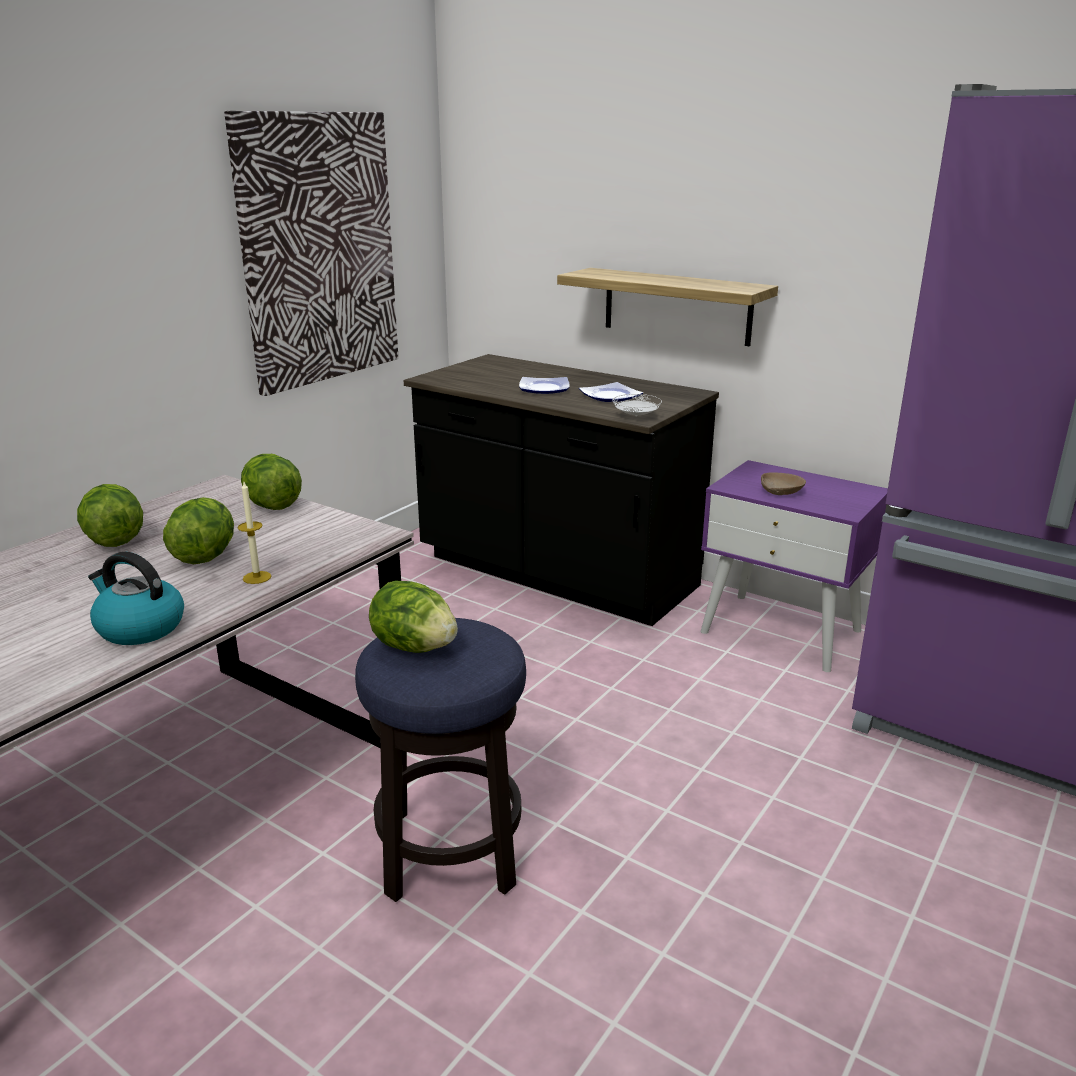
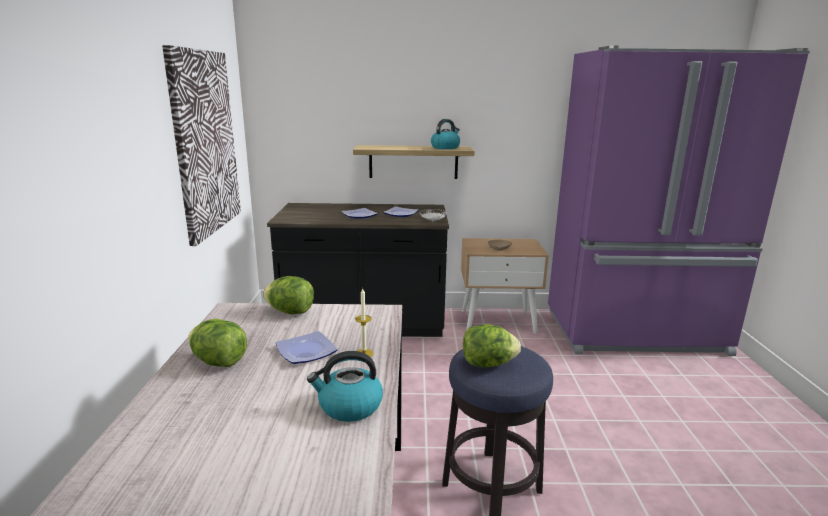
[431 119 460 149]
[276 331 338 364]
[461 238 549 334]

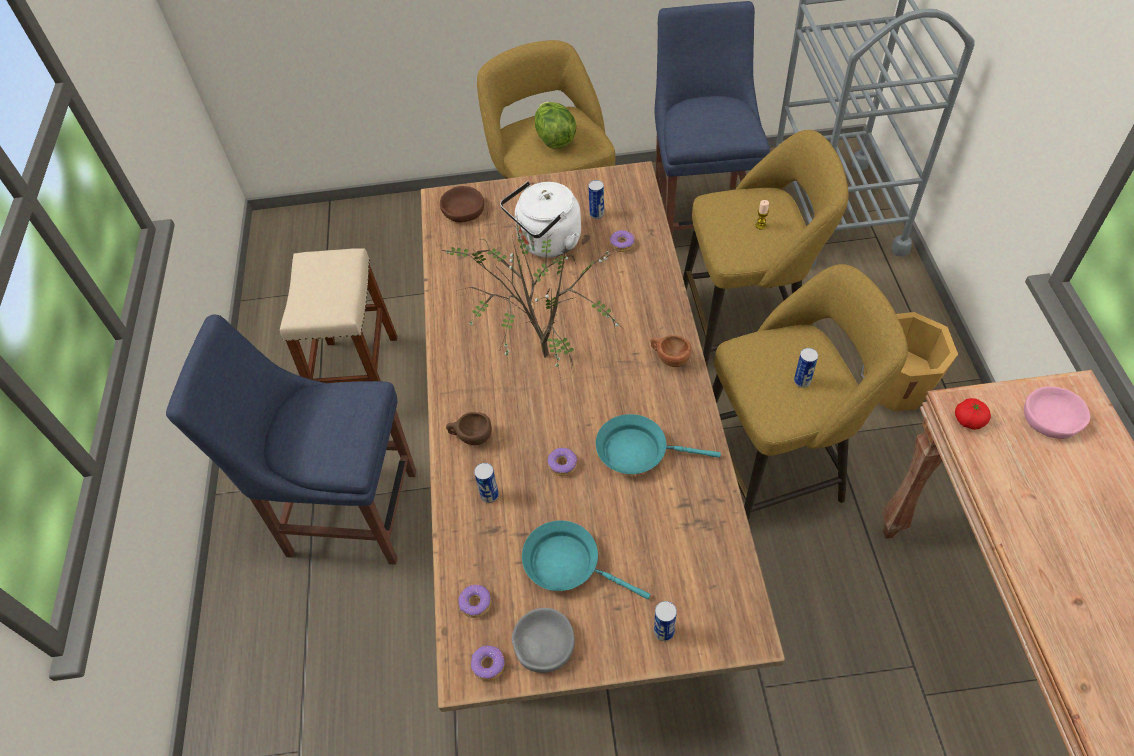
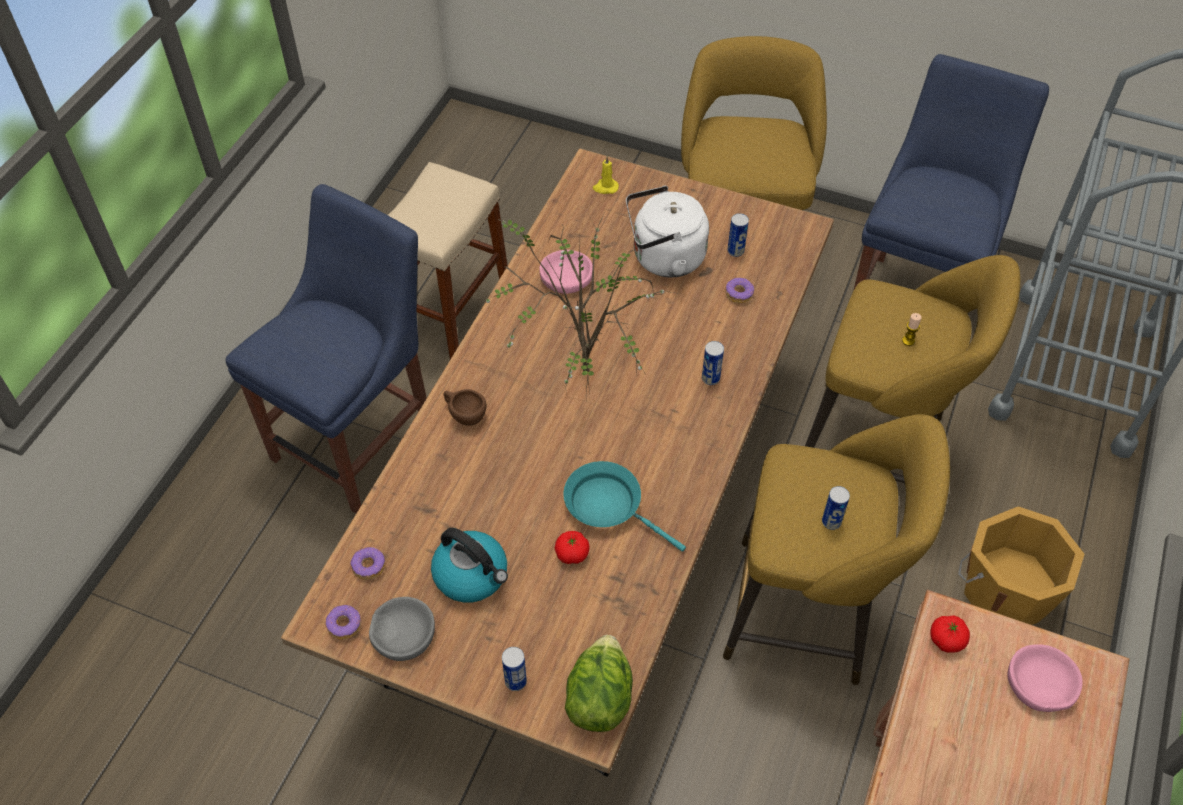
[548 448 577 476] (first image)
[651 335 691 367] (first image)
[539 250 593 294]
[555 531 590 564]
[702 341 724 385]
[565 635 633 732]
[593 156 619 194]
[431 528 508 602]
[225 184 427 513]

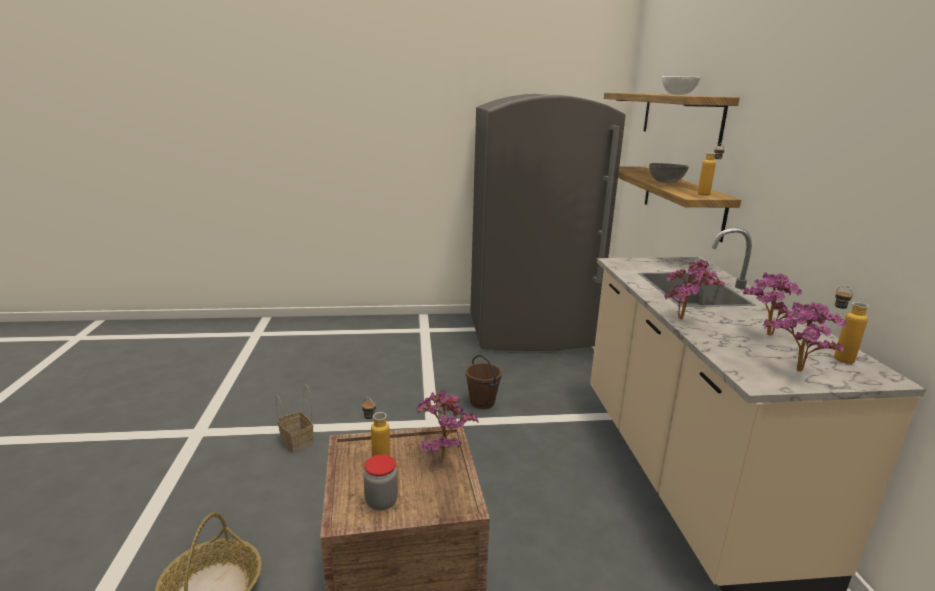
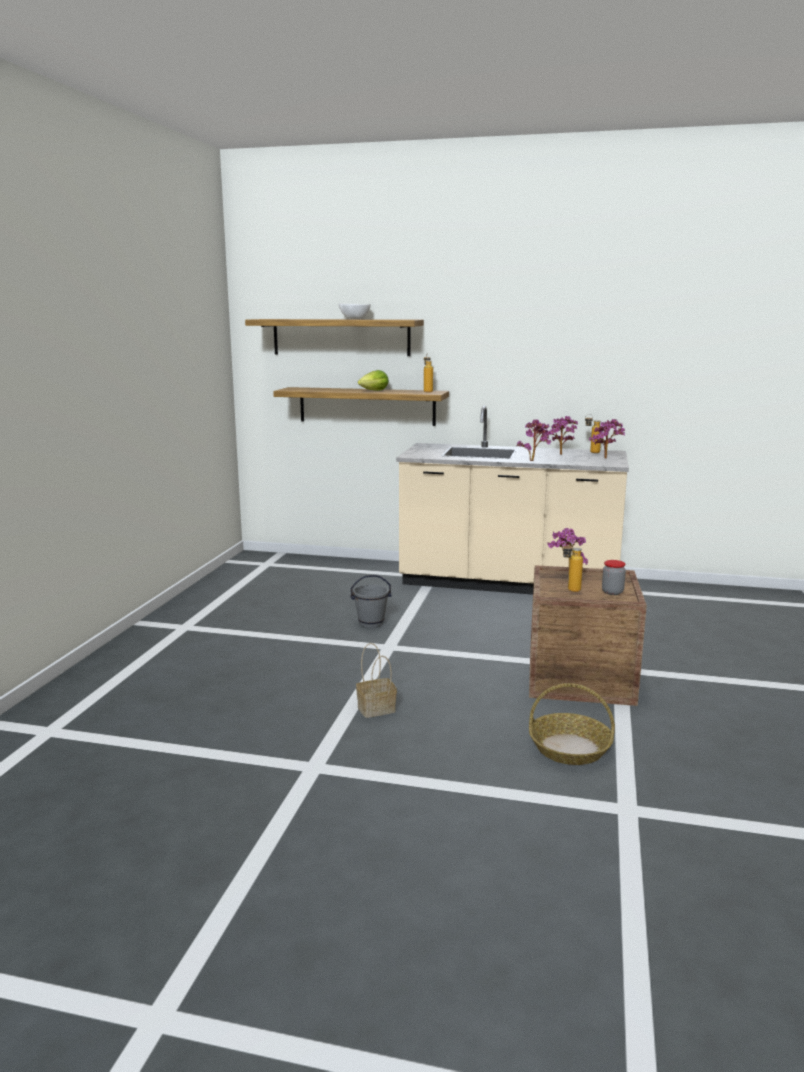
[470 94 626 351] (first image)
[358 370 389 391]
[350 575 391 628]

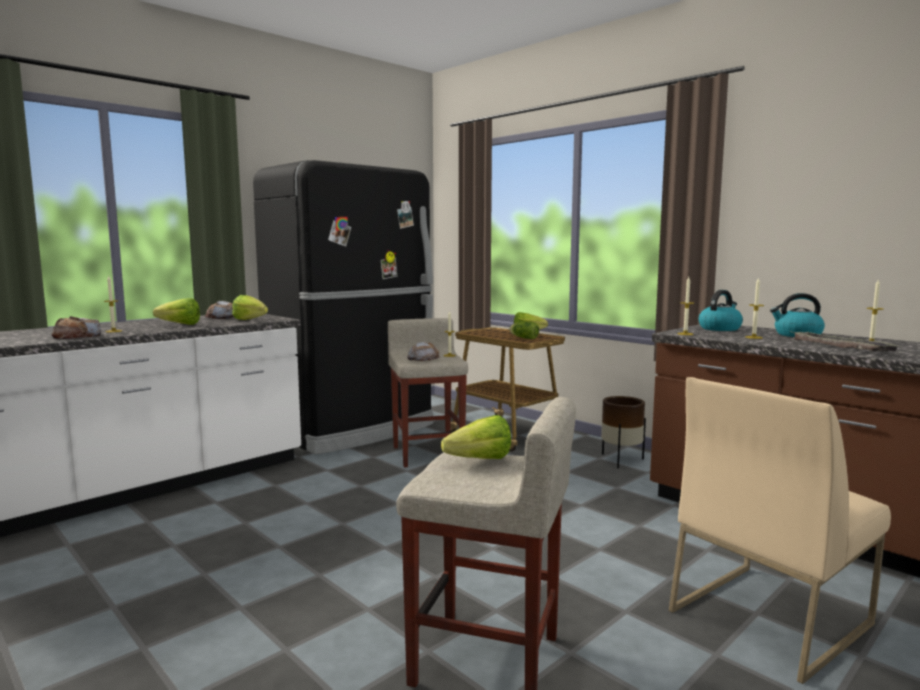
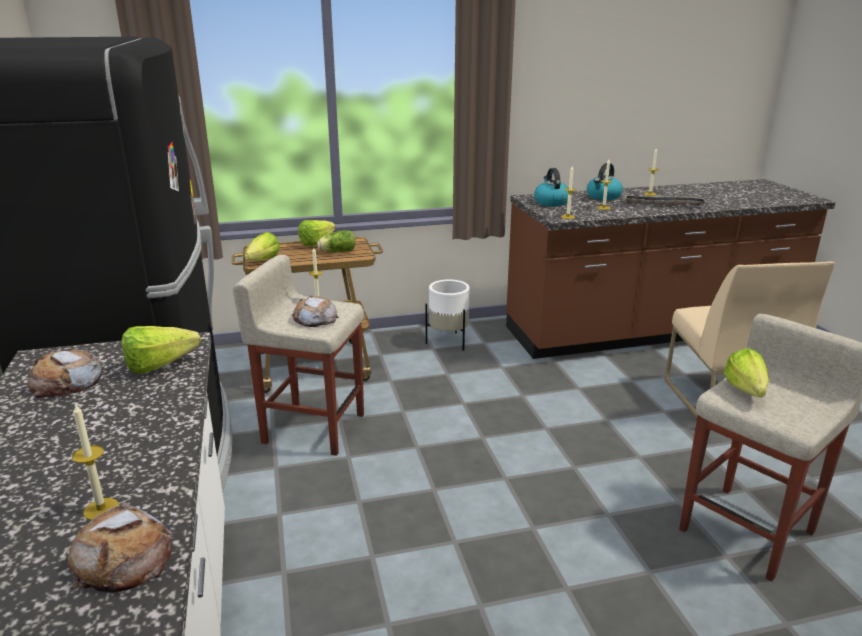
[245 232 280 261]
[426 279 470 351]

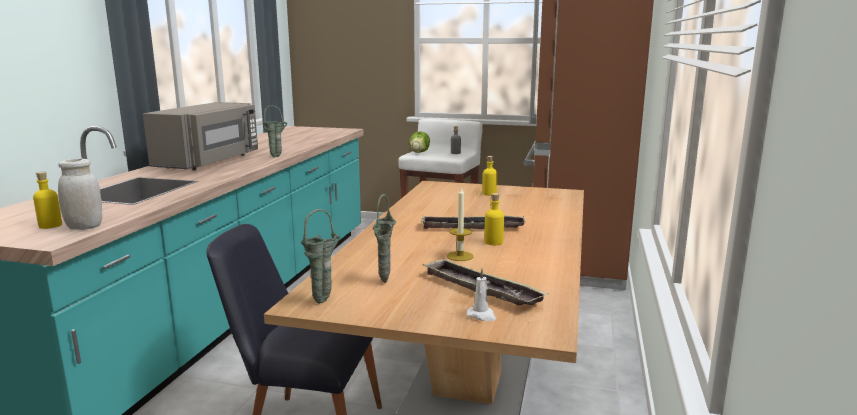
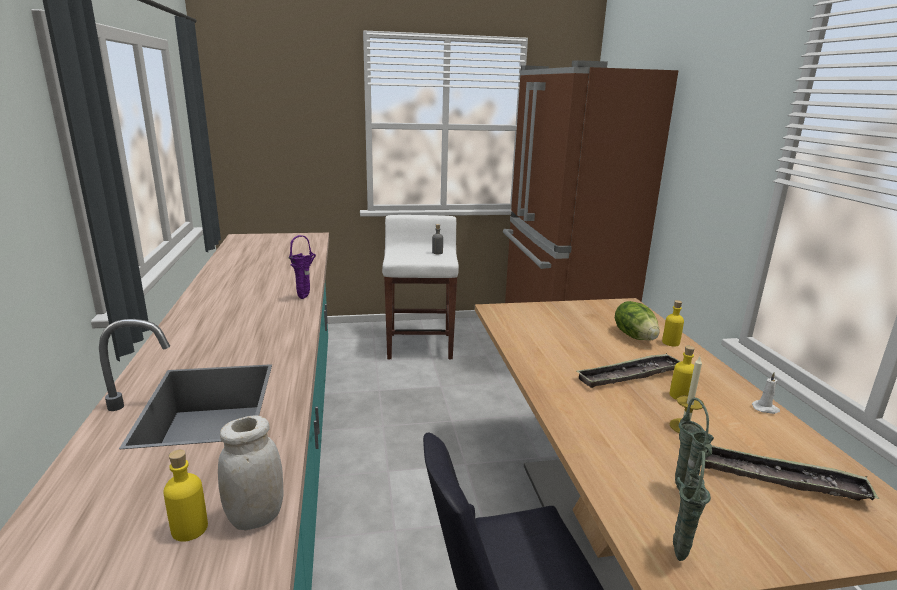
[143 102 258 170] (first image)
[615 301 659 340]
[752 372 780 414]
[662 300 684 346]
[289 235 316 299]

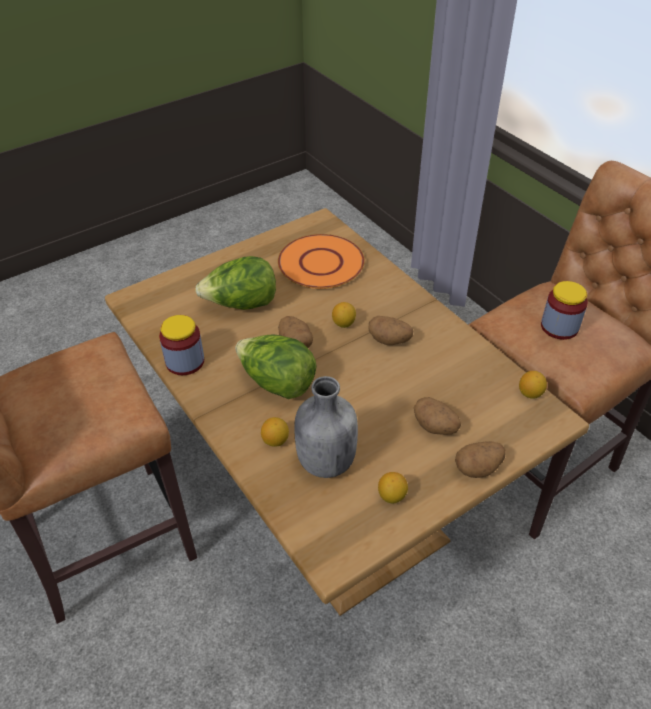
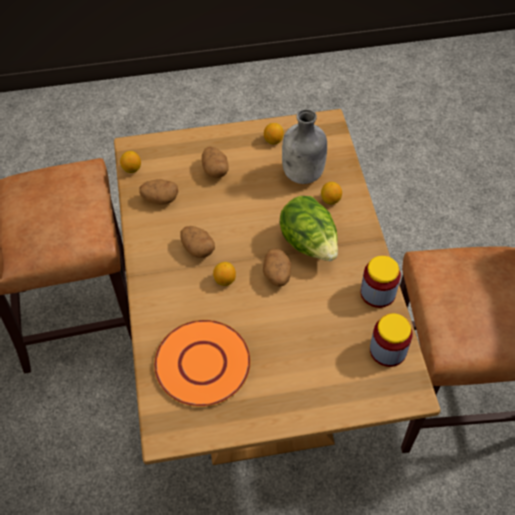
[195 256 276 310] (first image)
[139 179 178 205]
[370 313 413 367]

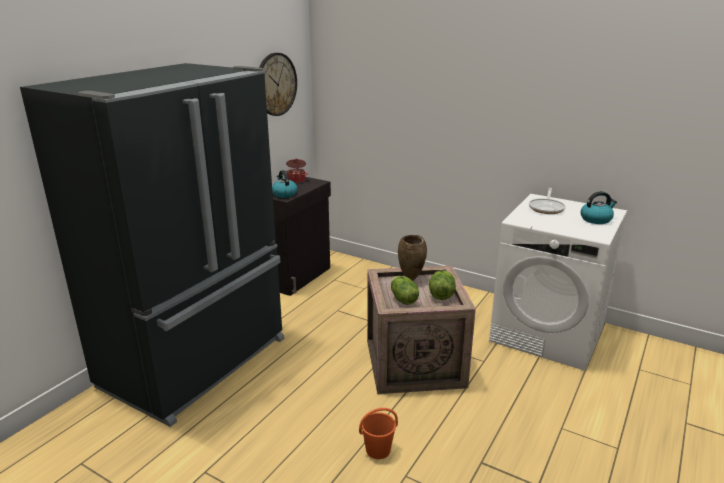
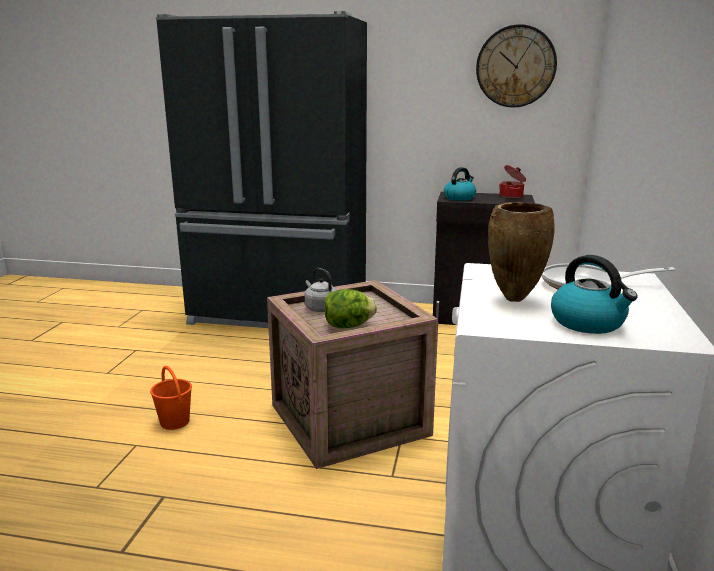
[488 202 555 302]
[304 268 337 312]

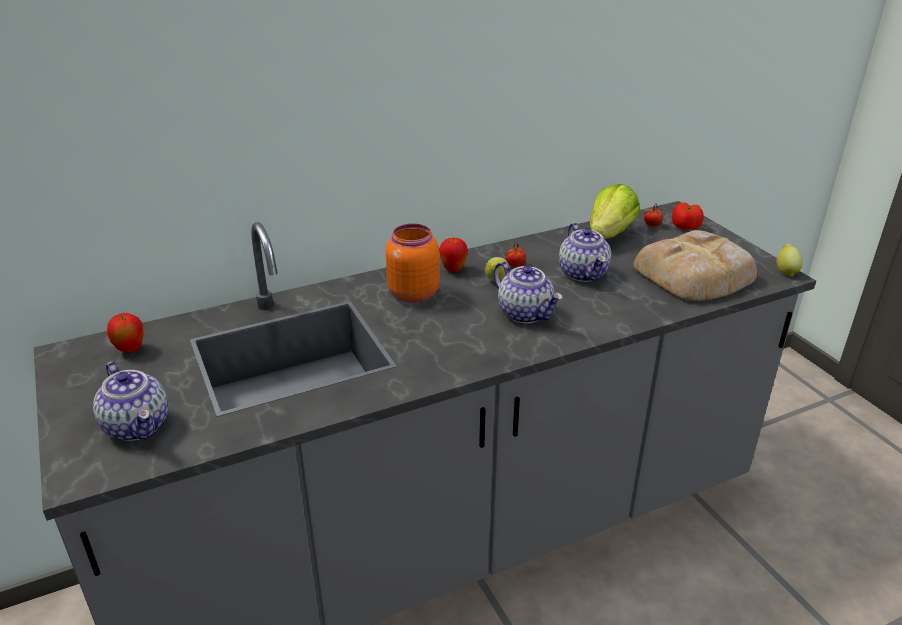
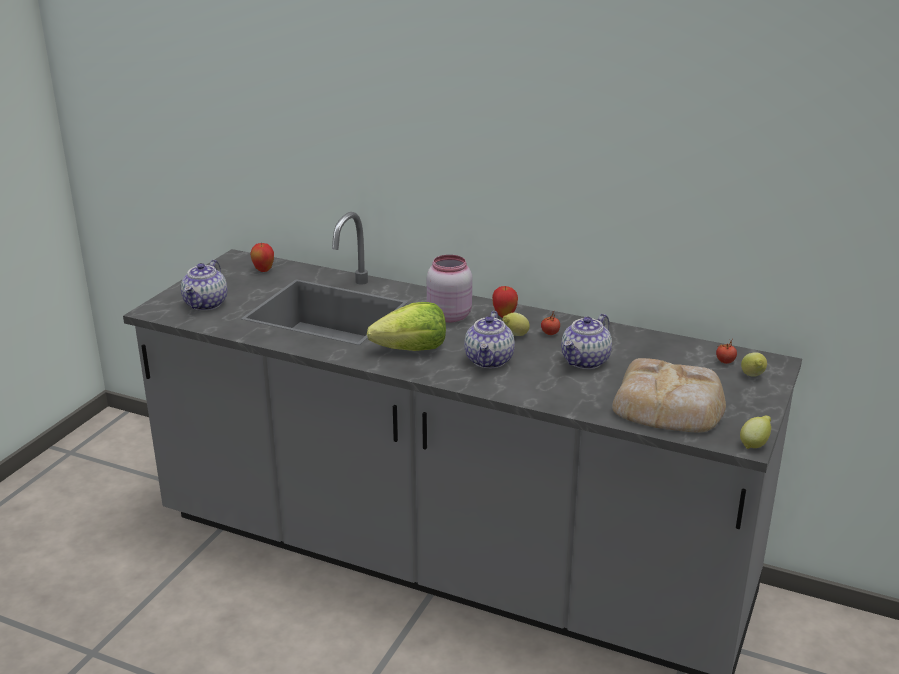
[367 302 446 351]
[741 352 767 377]
[427 255 472 323]

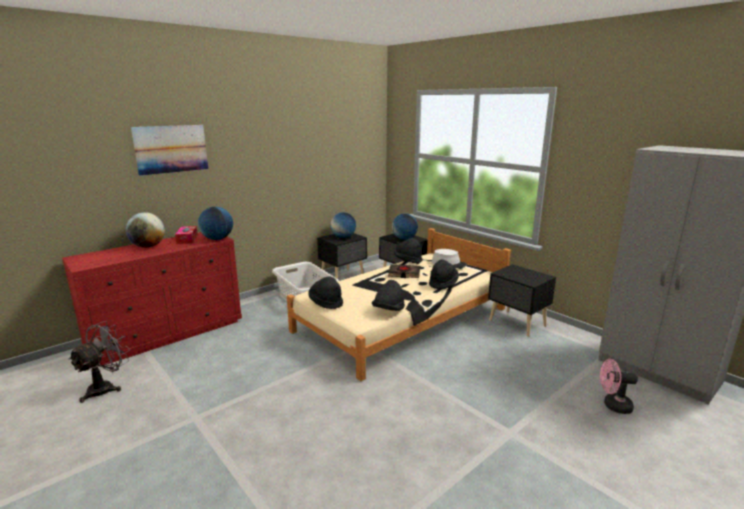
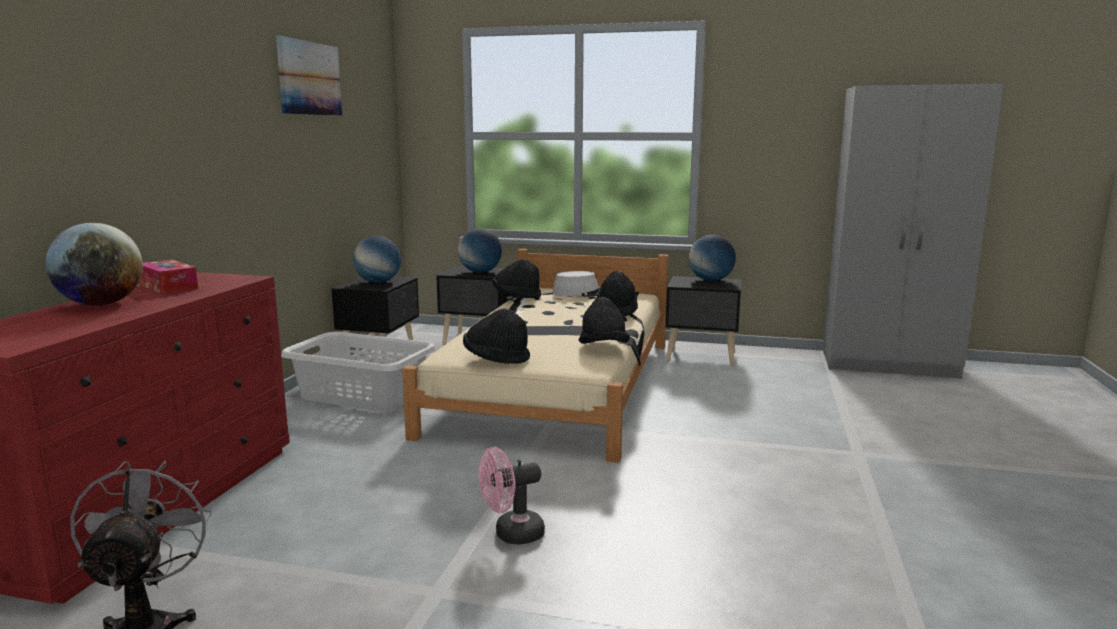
[388 264 420 278] (first image)
[276 35 342 116]
[689 235 736 281]
[479 447 545 545]

